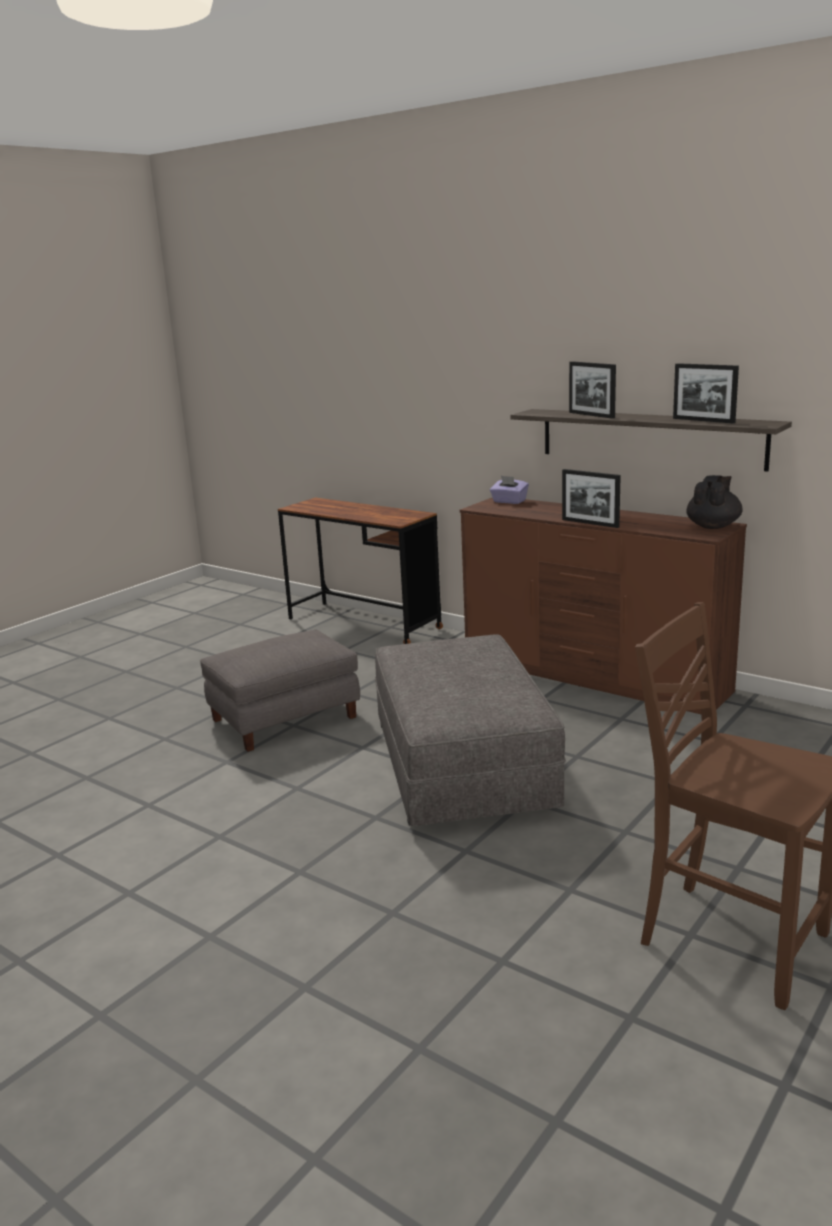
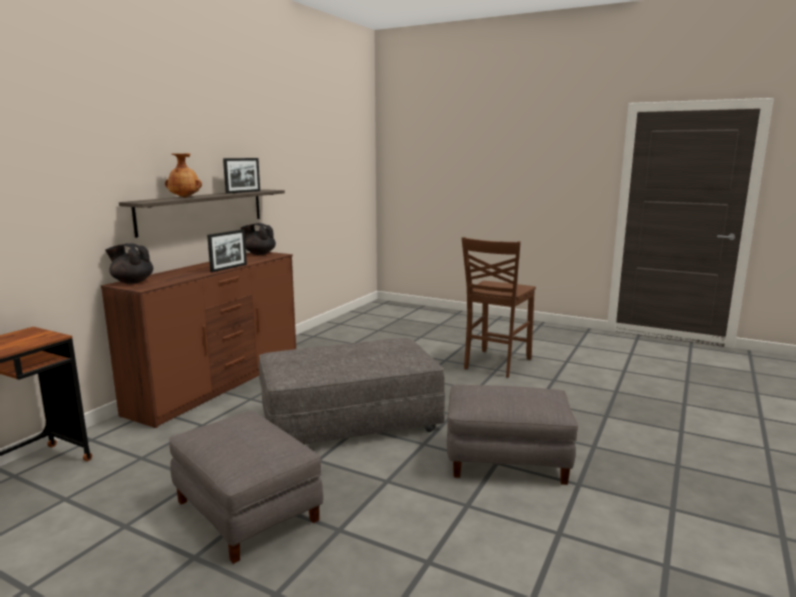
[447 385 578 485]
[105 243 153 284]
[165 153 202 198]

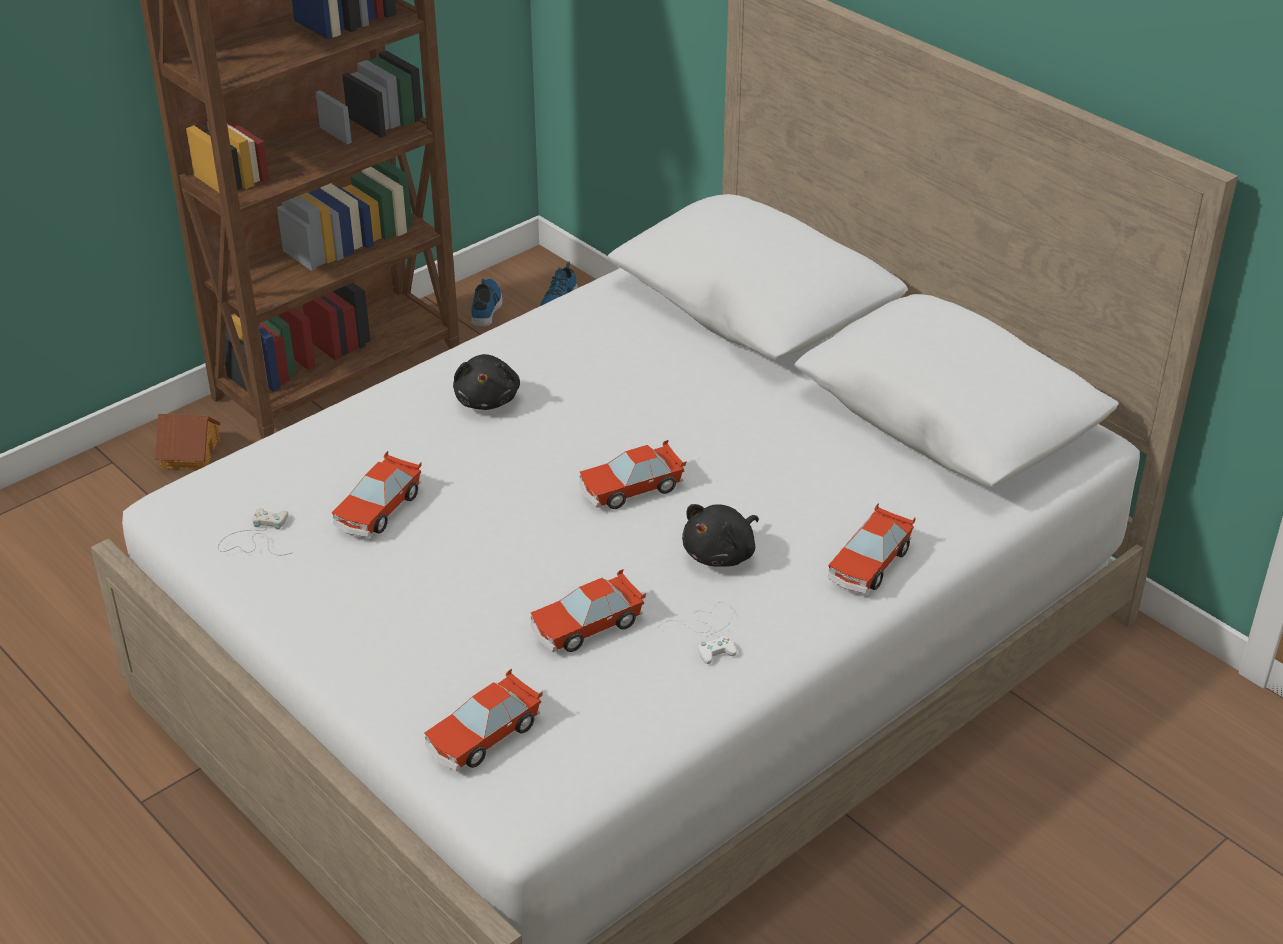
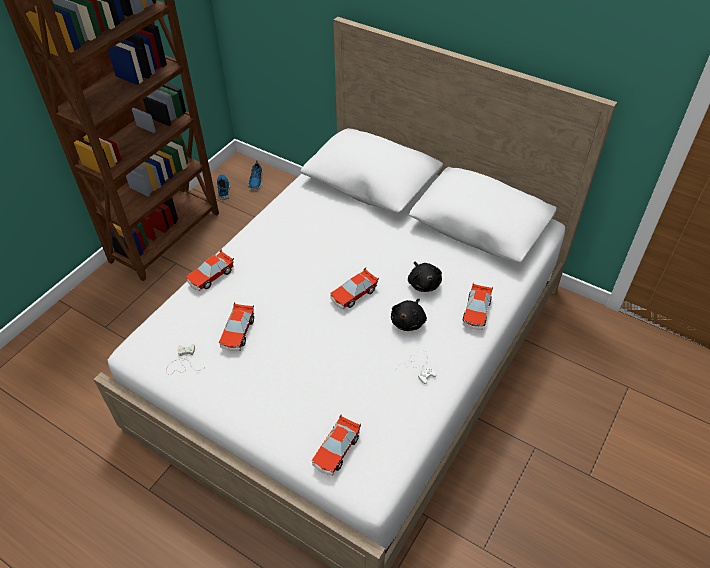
[155 414 220 470] (first image)
[408 262 442 292]
[186 249 234 291]

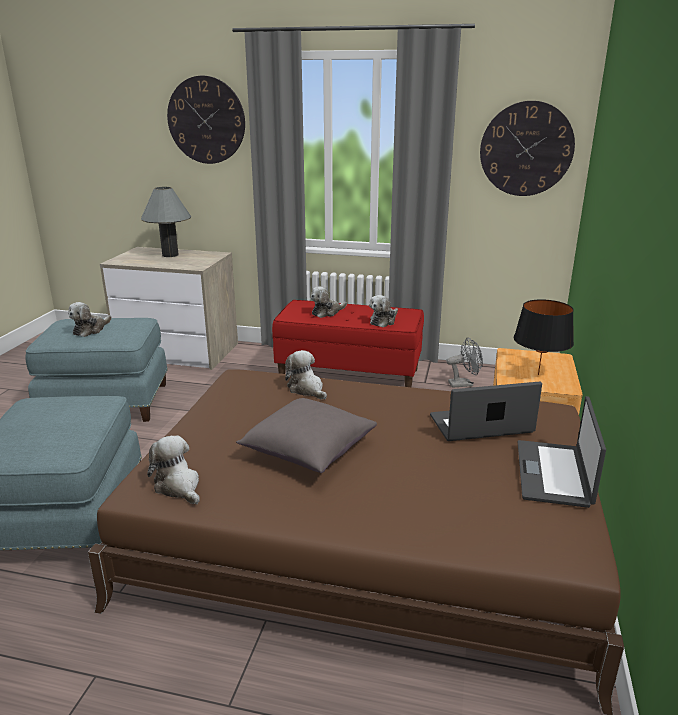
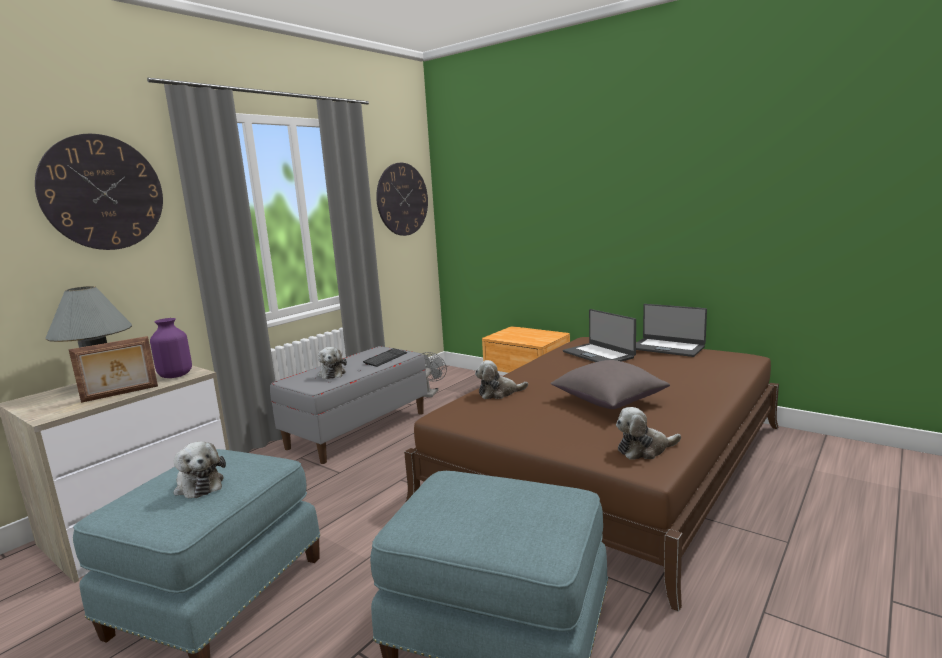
[514 299 574 375] (first image)
[69 336 158 403]
[150 318 192 378]
[363 348 407 367]
[270 346 427 464]
[563 309 636 362]

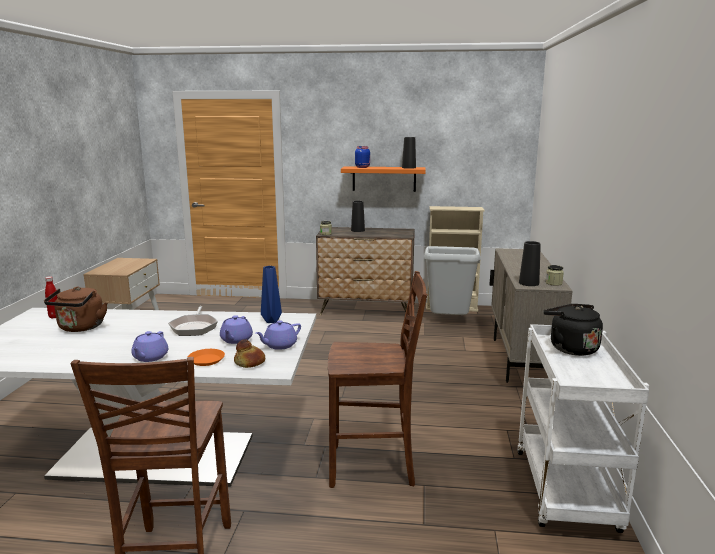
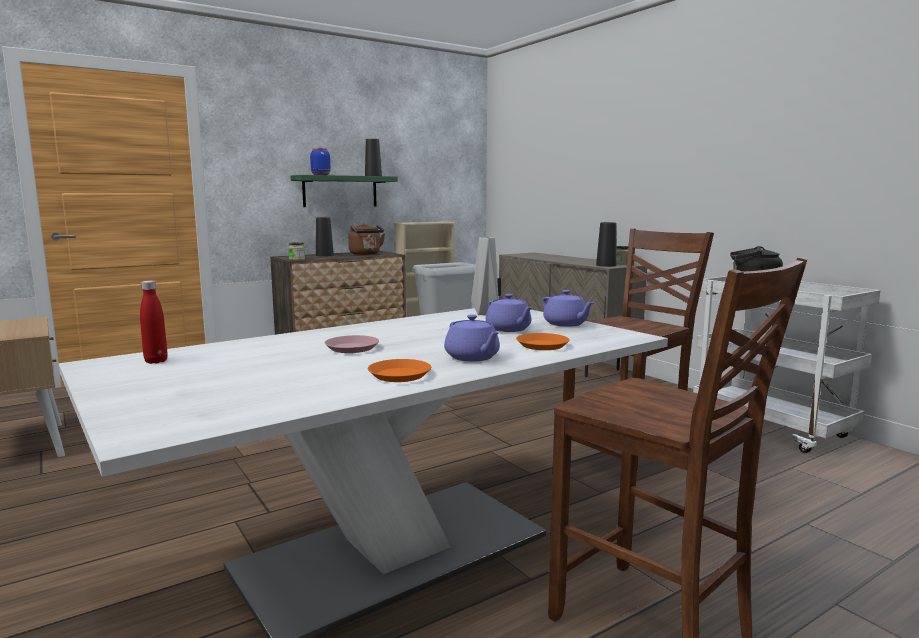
[168 306 218 336] (first image)
[234 339 265 368] (first image)
[324 335 379 353]
[368 359 431 382]
[348 223 385 255]
[471 237 498 316]
[290 175 398 207]
[542 290 595 327]

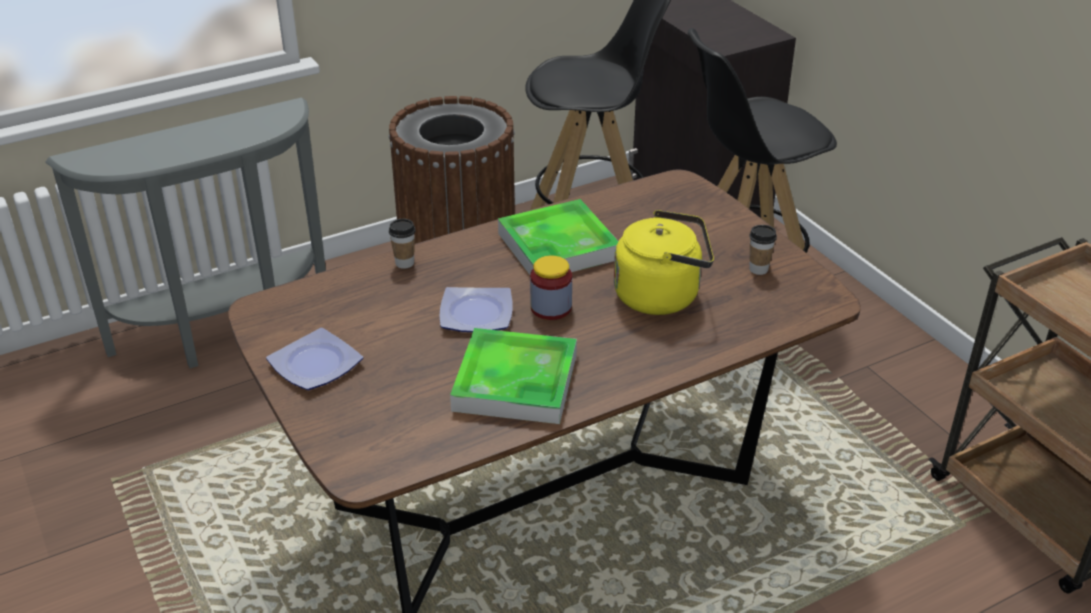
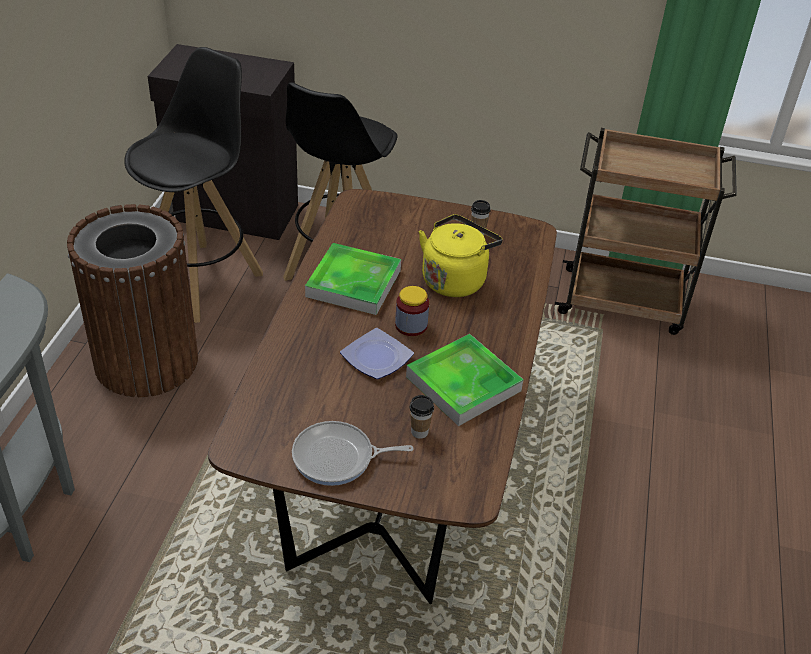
[410 395 434 439]
[292 421 414 486]

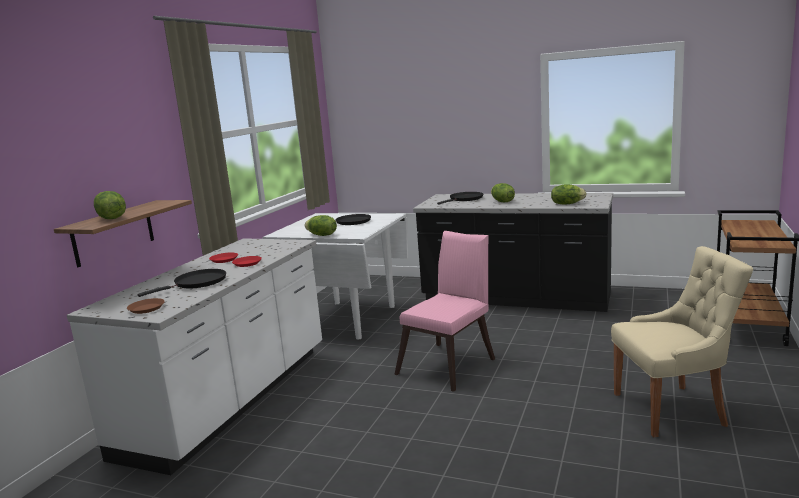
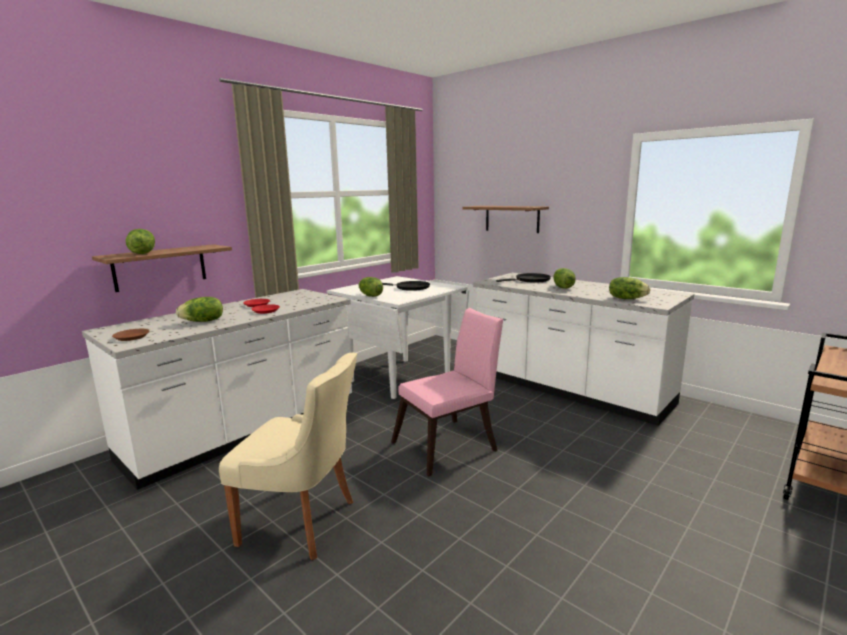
[462 206 549 233]
[219 353 357 560]
[176 297 223 322]
[473 272 694 426]

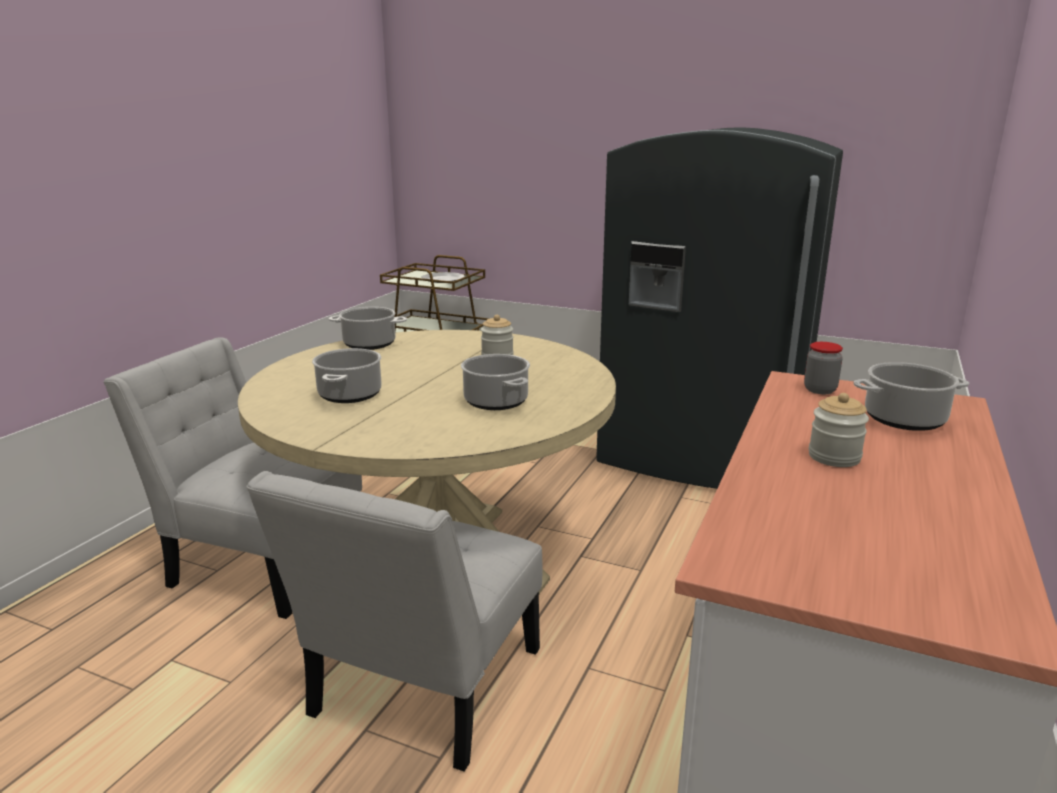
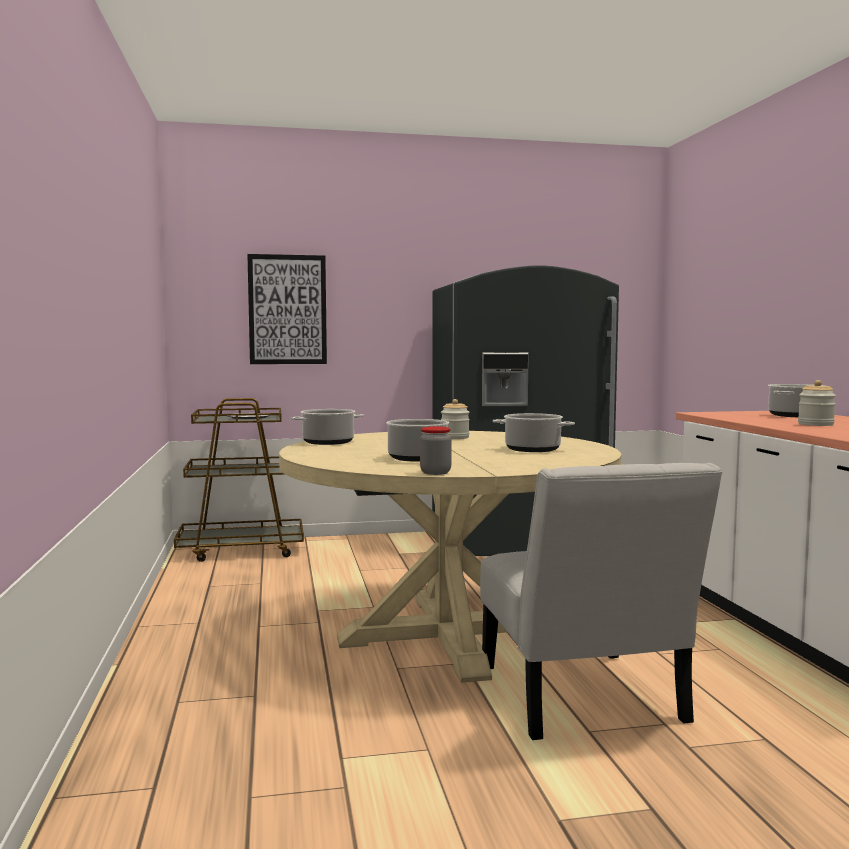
[103 338 362 619] (first image)
[247 254 327 364]
[420 426 452 475]

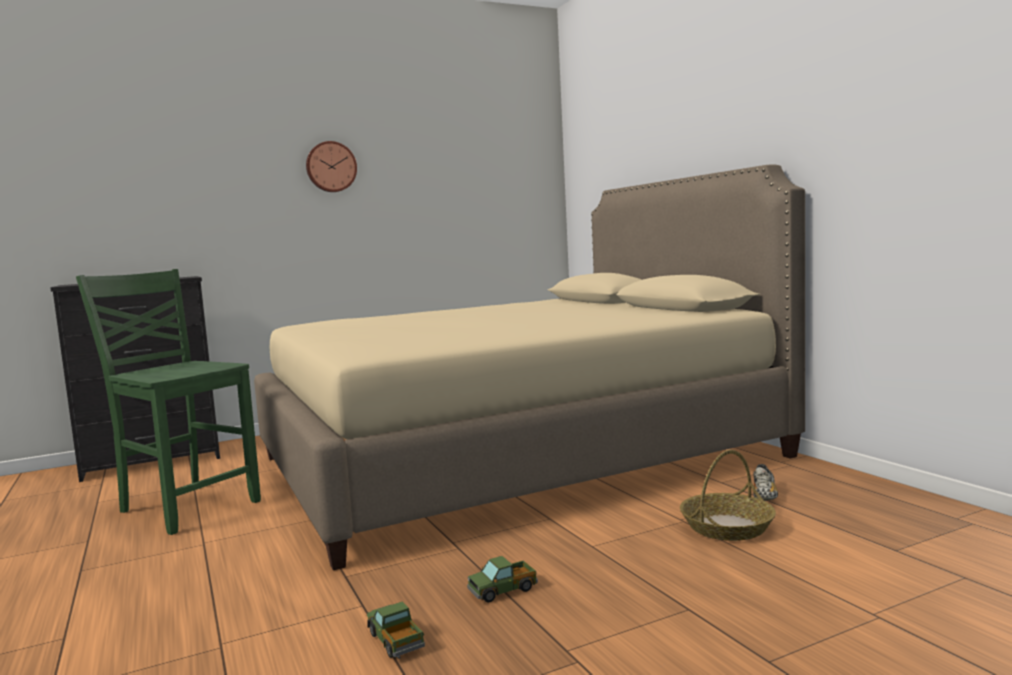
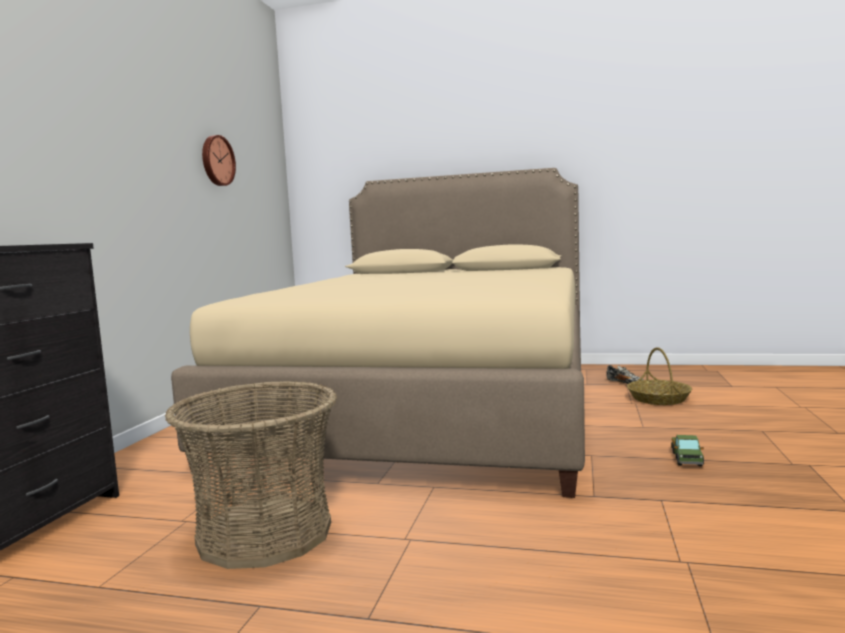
[367 601 425 659] (first image)
[202 135 236 186]
[165 381 337 569]

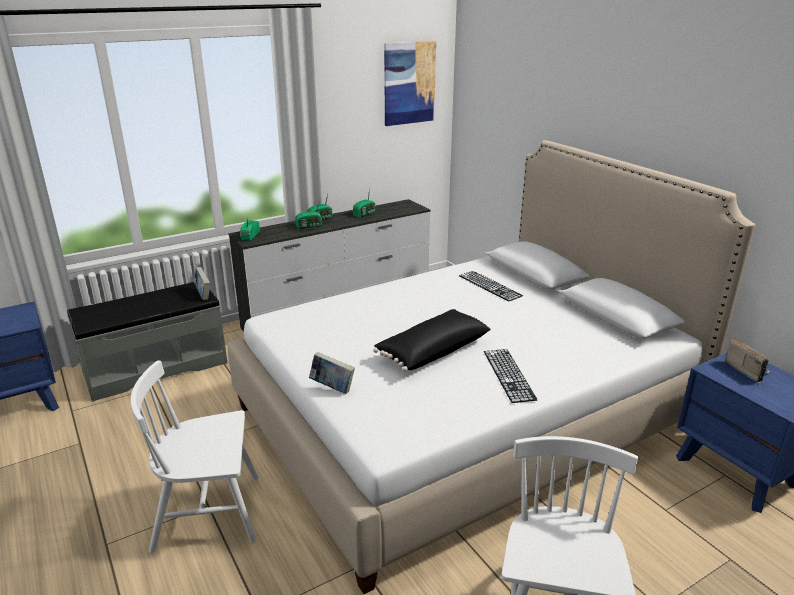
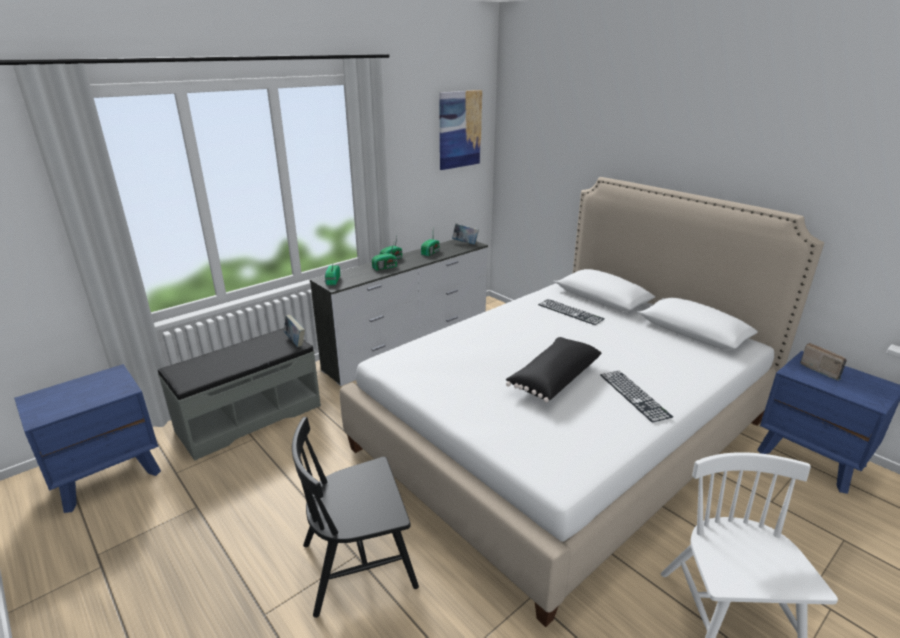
[452 223 479 245]
[292 417 419 618]

